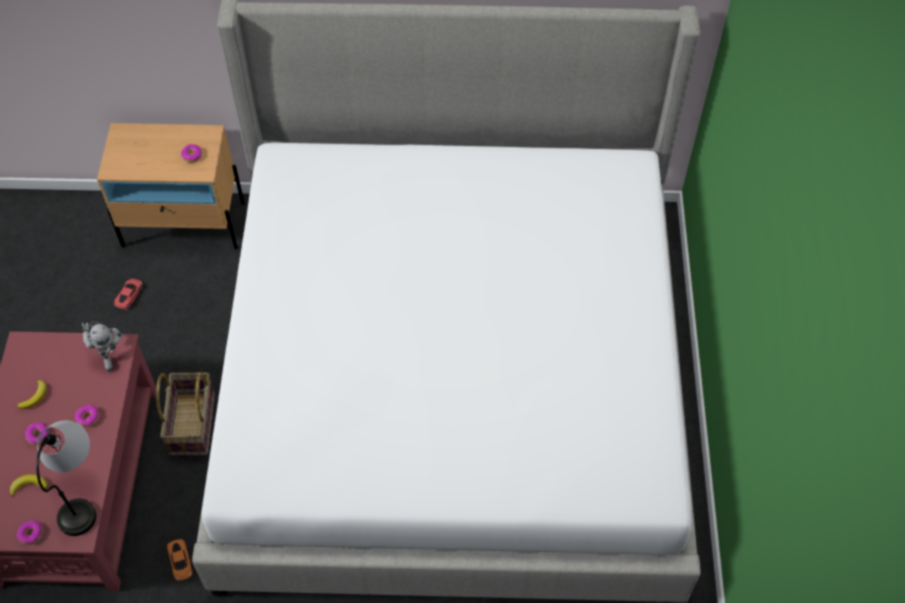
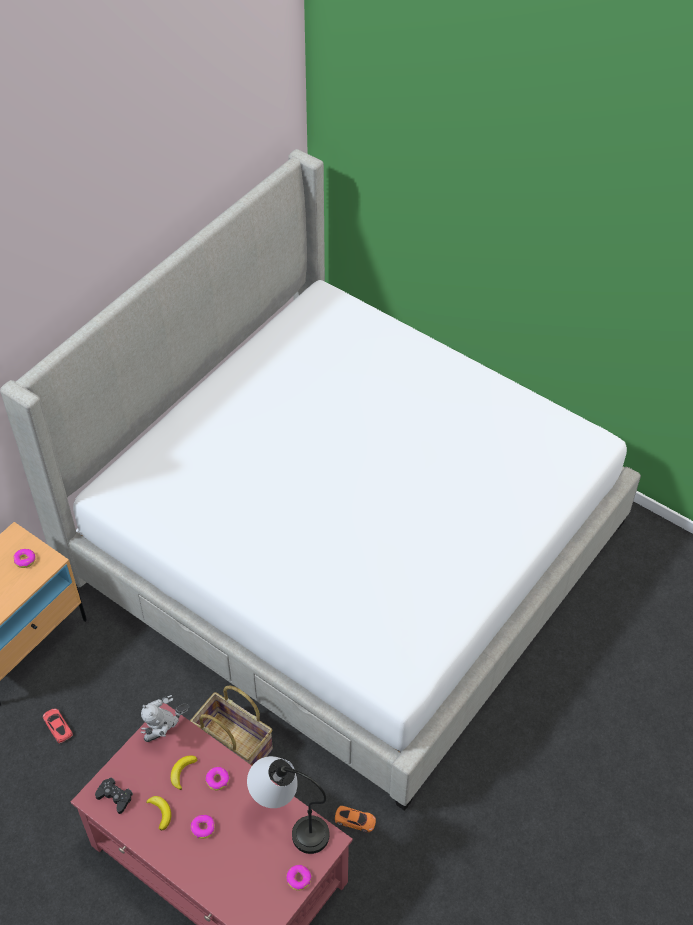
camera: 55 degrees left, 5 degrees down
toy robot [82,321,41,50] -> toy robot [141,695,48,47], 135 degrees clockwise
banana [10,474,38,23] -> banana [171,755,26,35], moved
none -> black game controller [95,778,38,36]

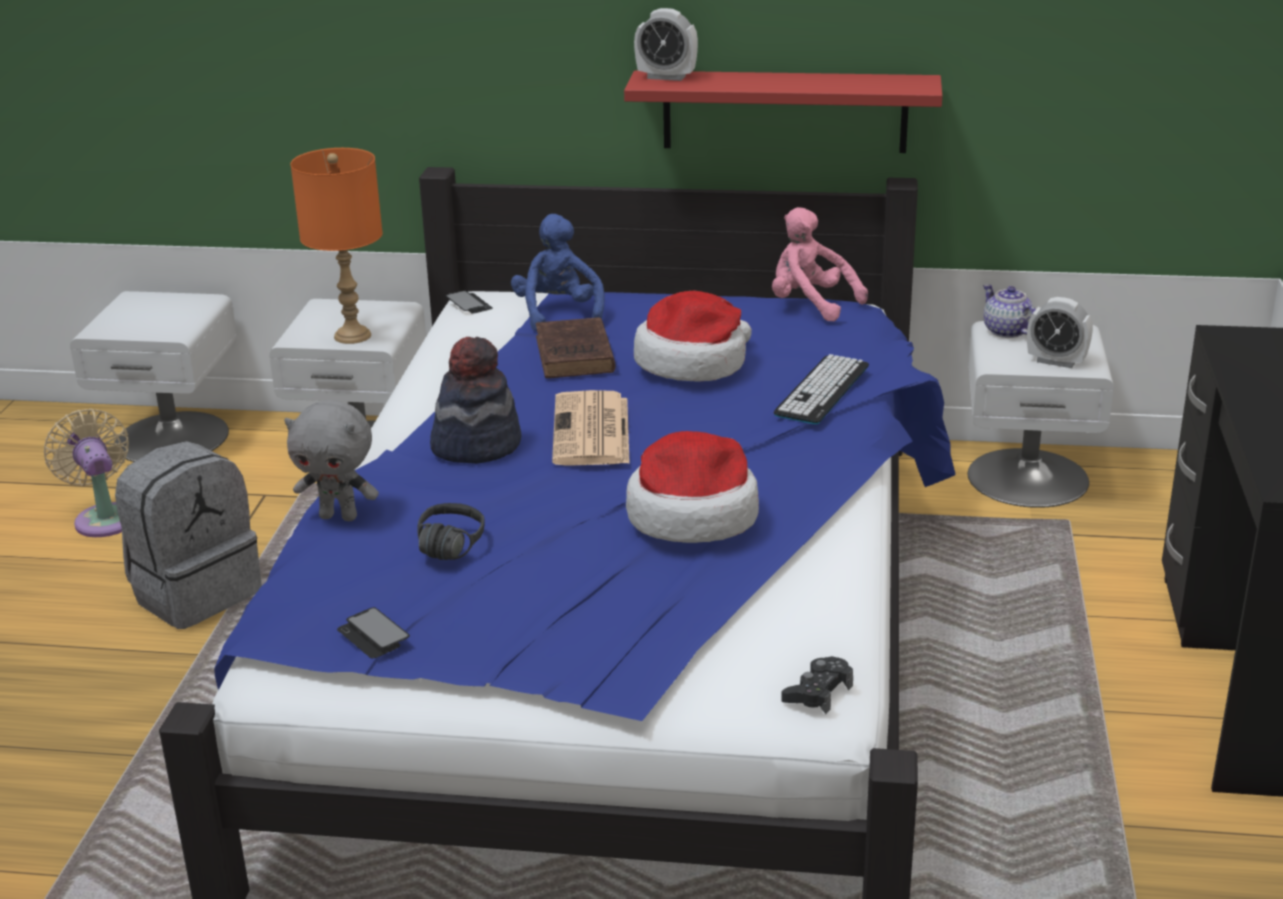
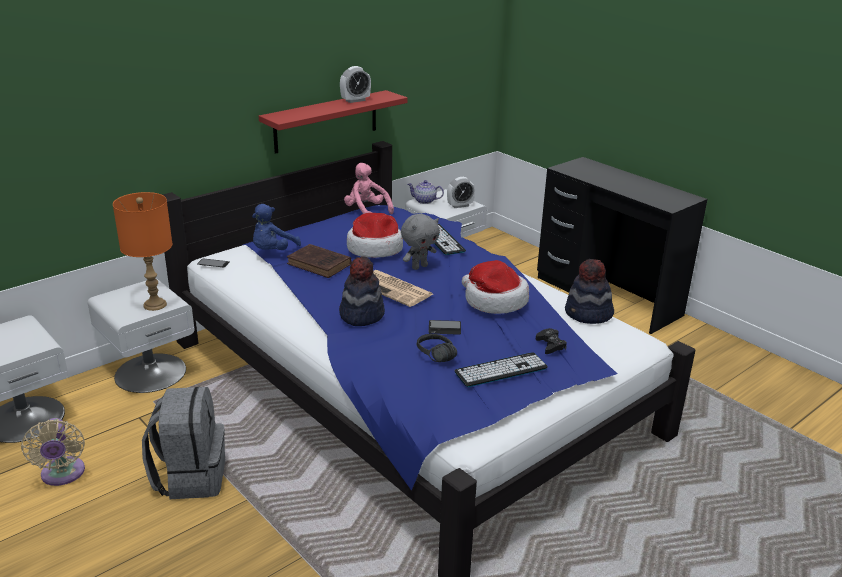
camera: 50 degrees left, 0 degrees up
alarm clock [634,8,64,73] -> alarm clock [340,66,31,37], moved
pink plush toy [772,207,96,115] -> pink plush toy [344,163,50,51], 60 degrees clockwise
blue plush toy [511,214,94,117] -> blue plush toy [252,204,49,46], 90 degrees counterclockwise
grey plush toy [284,400,95,121] -> grey plush toy [401,214,39,56], moved
beige fan [44,409,85,128] -> beige fan [21,418,64,68], 120 degrees counterclockwise
phone [337,607,73,51] -> phone [429,320,32,15], moved
black game controller [781,656,72,58] -> black game controller [536,328,31,26], moved
none -> hat [565,259,49,65]
none -> keyboard [454,352,94,35]

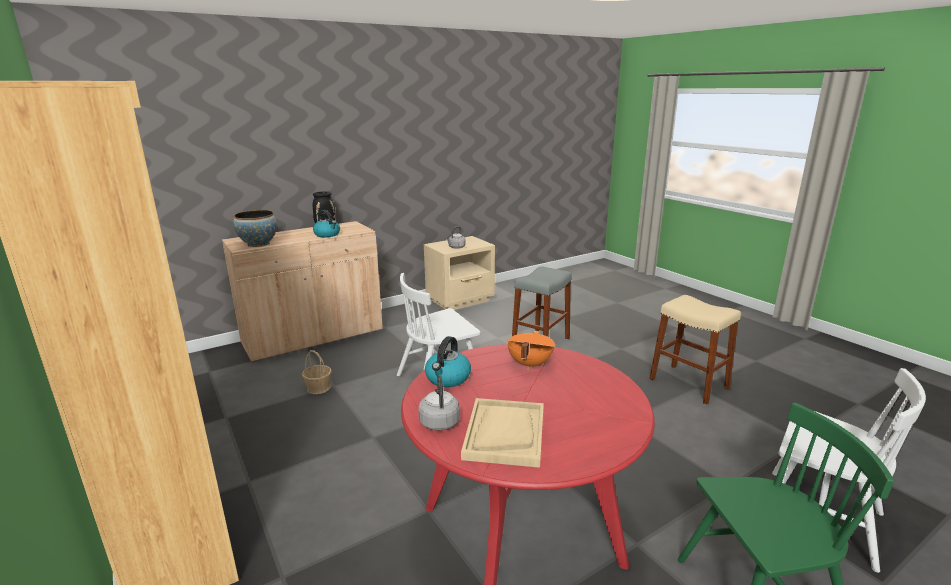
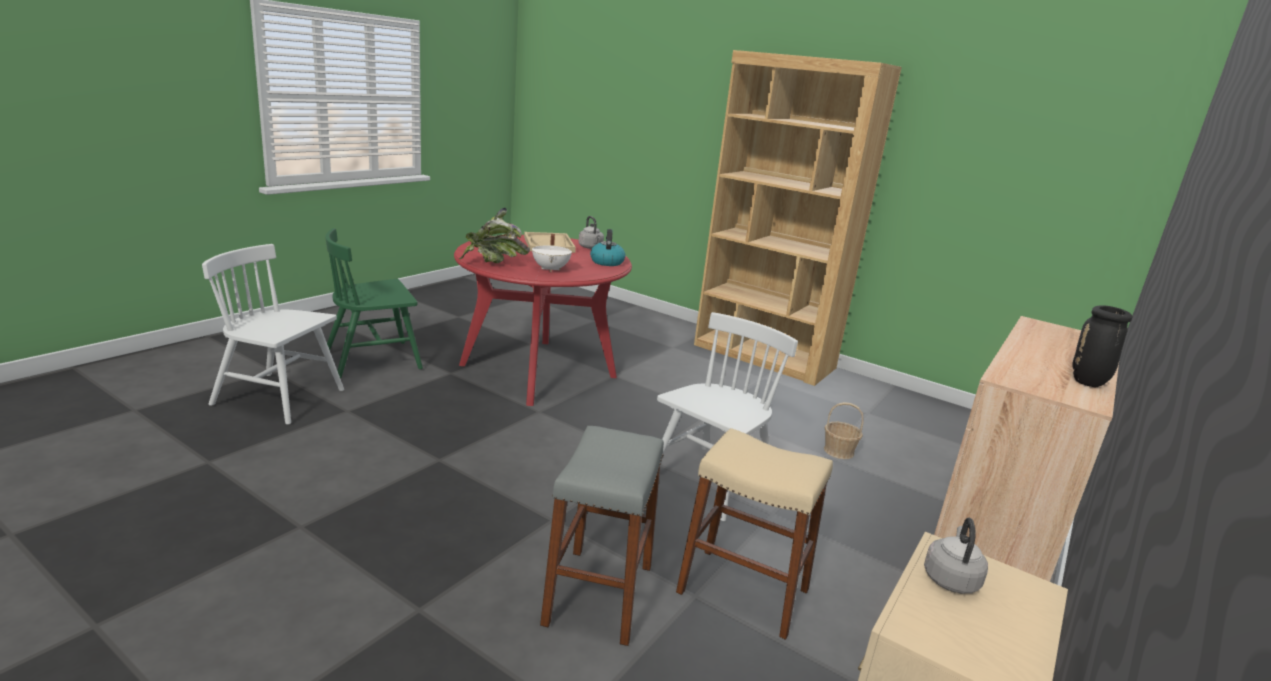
camera: 155 degrees right, 0 degrees up
bowl [234,210,43,37] -> none
kettle [313,210,27,27] -> none
beige stool [650,295,91,110] -> beige stool [676,428,157,212], moved
orange cooking pot [508,331,47,38] -> white cooking pot [532,234,40,38]
none -> potted plant [459,208,71,55]

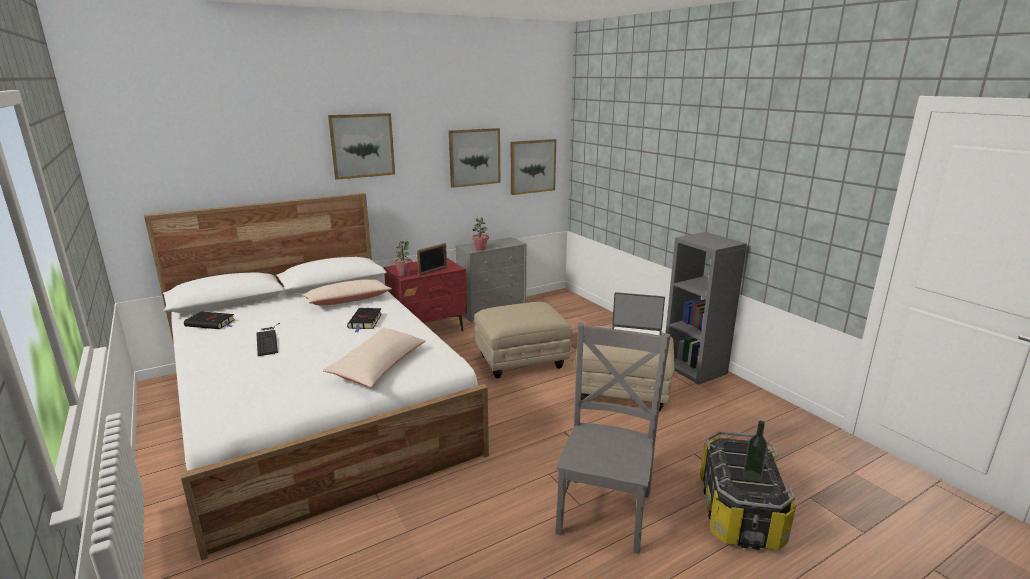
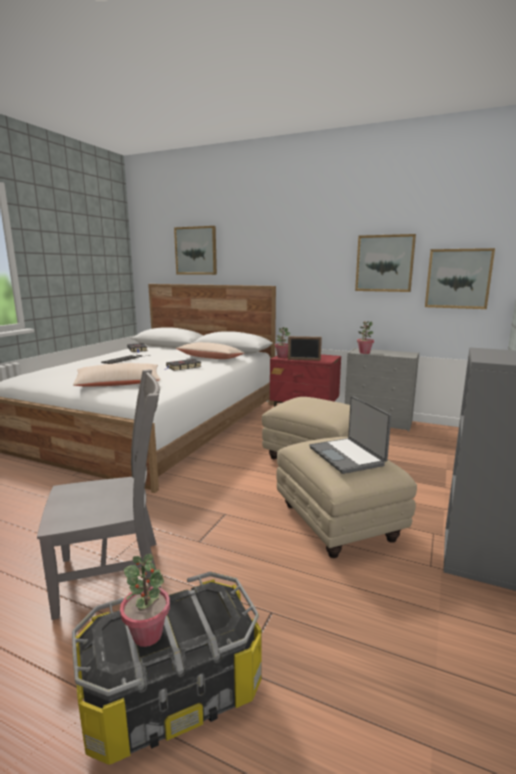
camera: 55 degrees right, 5 degrees down
picture [328,113,67,67] -> picture [174,226,43,49], moved
bottle [743,420,24,61] -> potted plant [120,553,50,94]

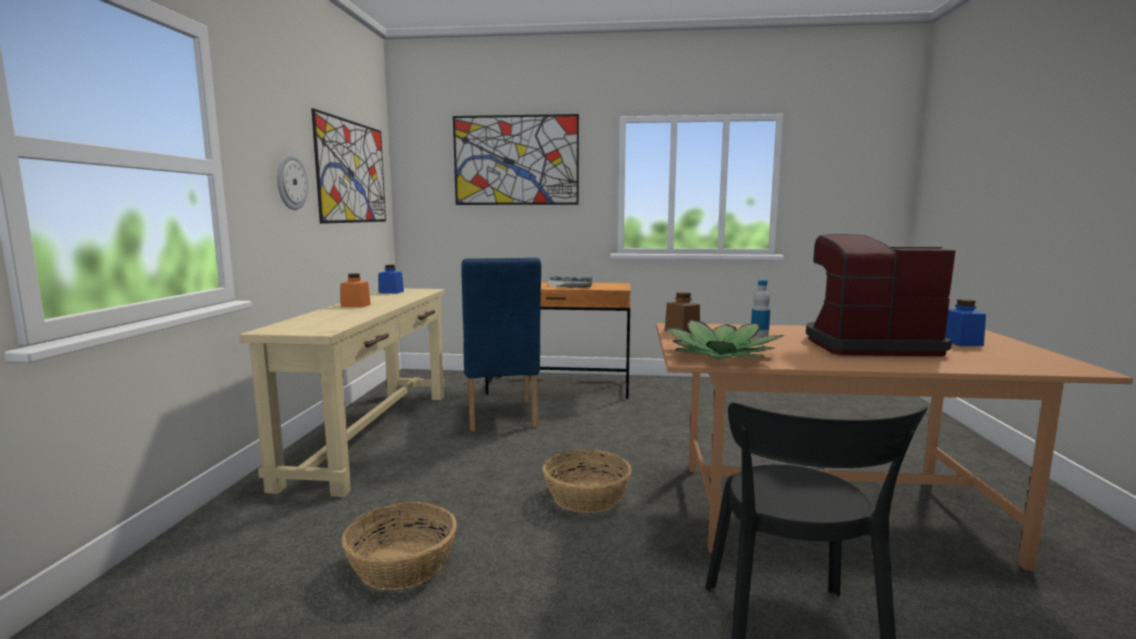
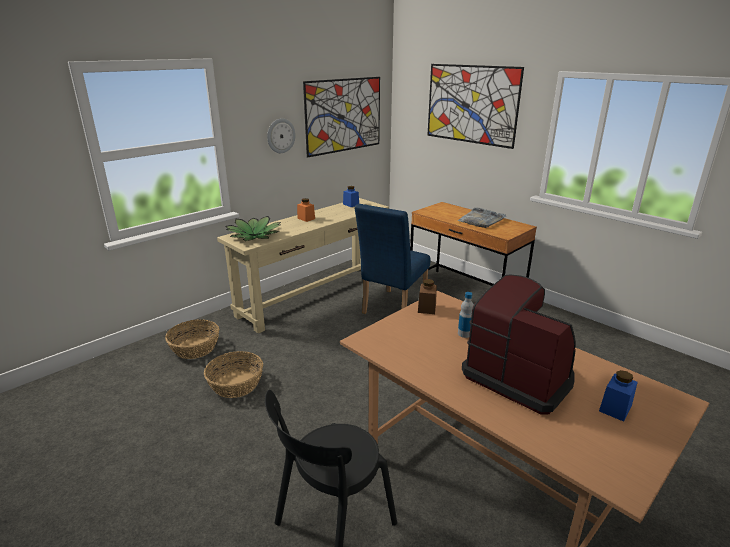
camera: 40 degrees right, 15 degrees up
potted plant [662,319,122,40] -> potted plant [226,216,55,25], moved
basket [542,450,90,63] -> basket [165,319,54,40], moved

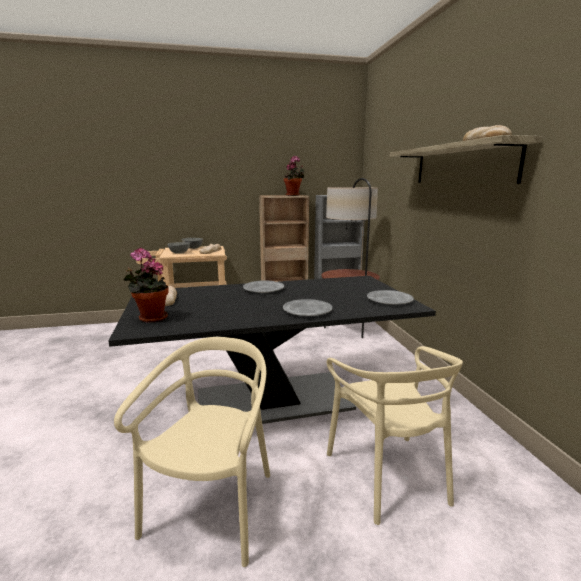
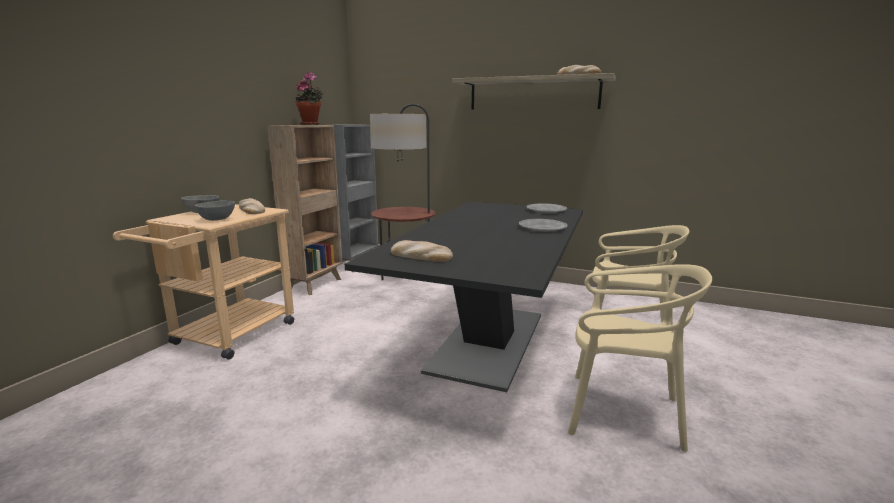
camera: 55 degrees left, 0 degrees up
potted plant [123,248,46,75] -> none
grey plate [243,281,41,12] -> none
beige chair [114,337,156,230] -> beige chair [568,264,144,188], 150 degrees clockwise

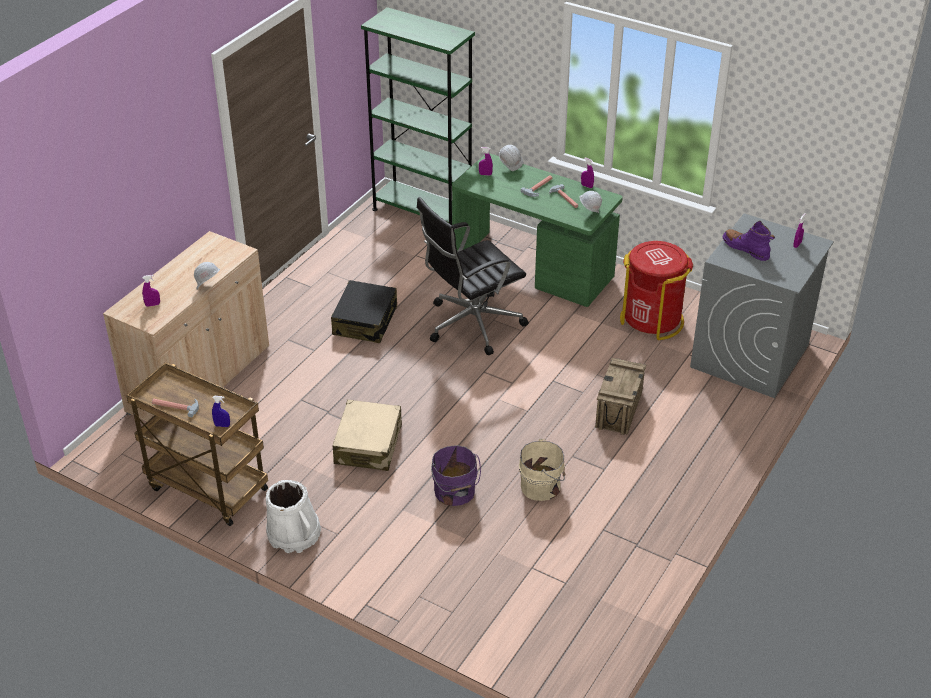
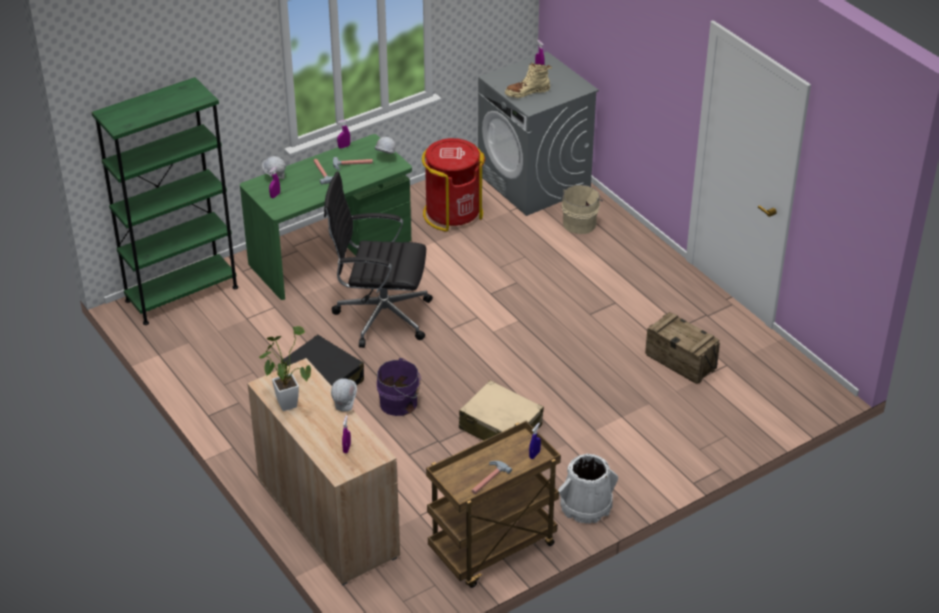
camera: 65 degrees left, 0 degrees up
black office chair [417,197,112,158] -> black office chair [324,171,109,177], 105 degrees clockwise
purple boot [722,221,53,40] -> beige boot [505,63,47,35]
crate [595,358,51,77] -> crate [645,312,75,72], moved
beige bucket [519,439,46,62] -> beige bucket [562,185,41,49], moved
purple bucket [431,445,50,61] -> purple bucket [377,358,44,58], moved
none -> potted plant [259,326,52,85]

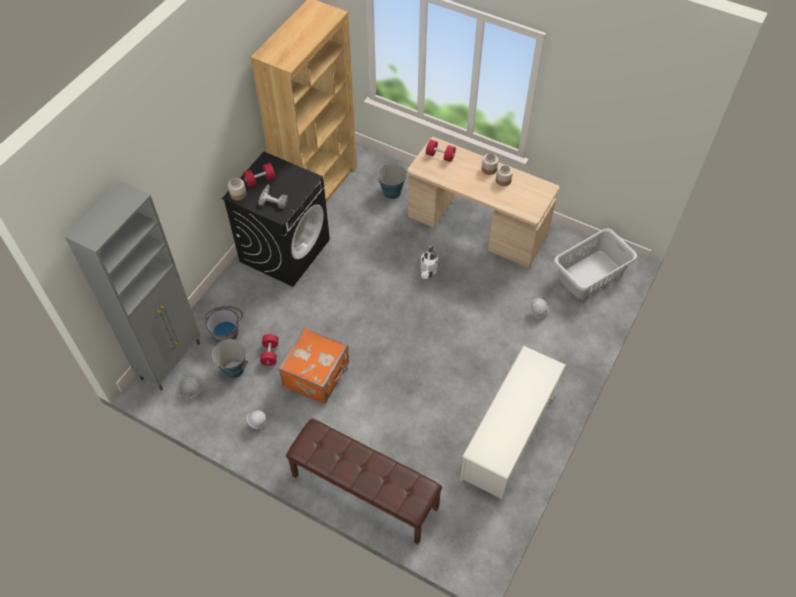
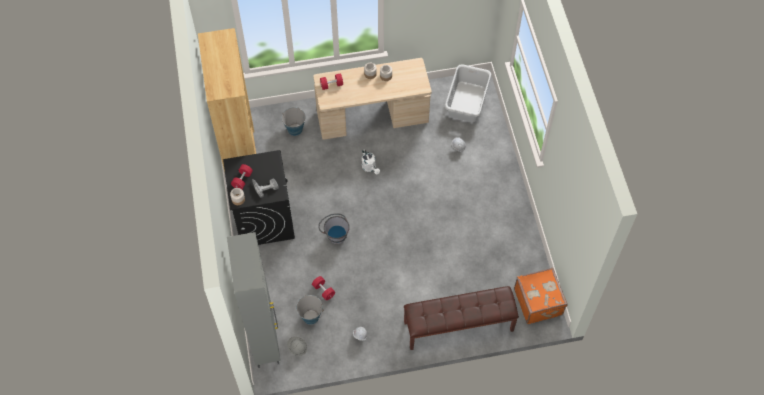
camera: 40 degrees left, 5 degrees up
grey bucket [205,306,38,37] -> grey bucket [318,213,32,31], moved
orange suitcase [279,328,70,76] -> orange suitcase [514,268,54,56], moved
white shoe rack [460,346,106,153] -> none

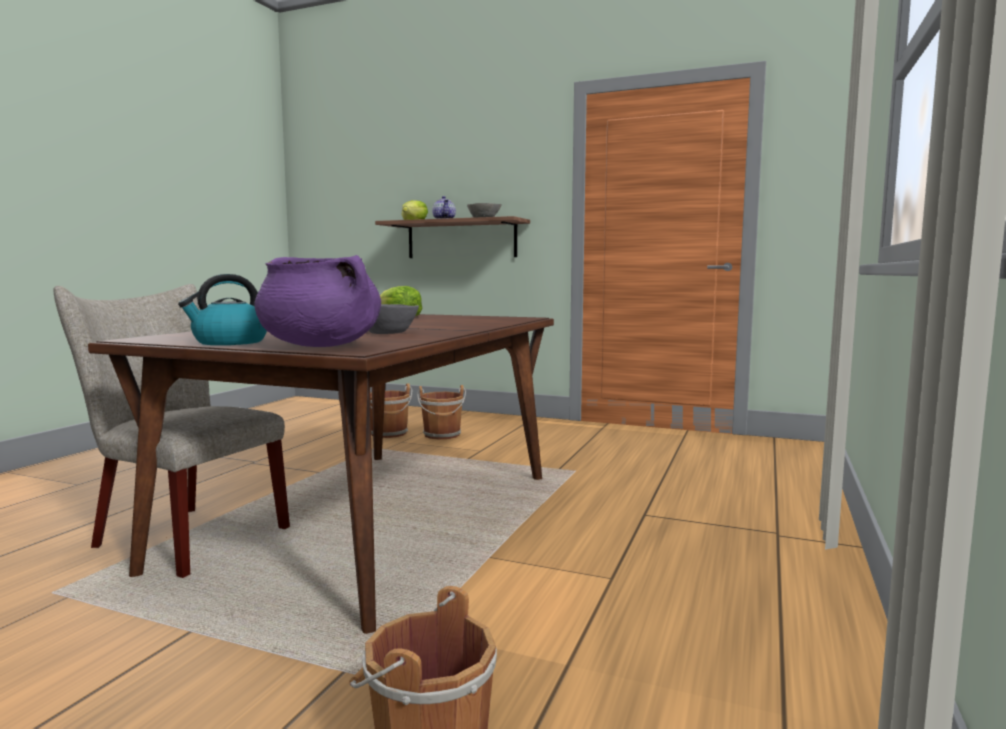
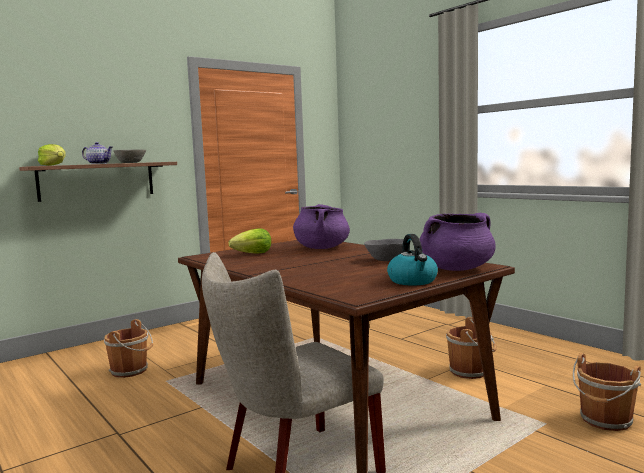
camera: 60 degrees left, 0 degrees up
brown bucket [417,385,49,54] -> brown bucket [446,317,51,62], moved
none -> purple cooking pot [293,204,57,45]

